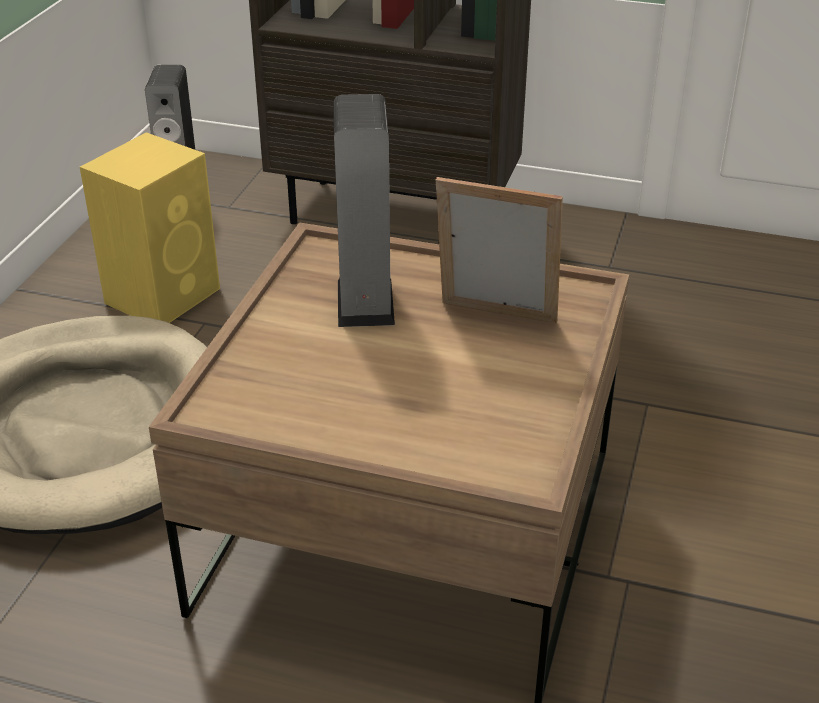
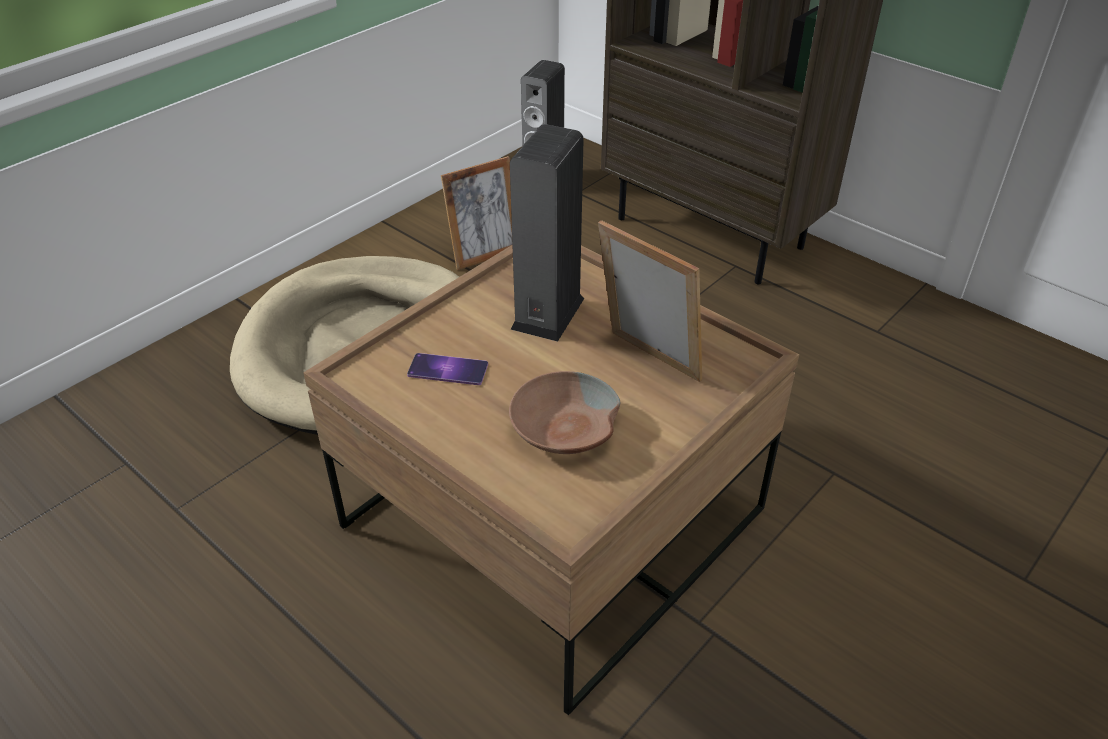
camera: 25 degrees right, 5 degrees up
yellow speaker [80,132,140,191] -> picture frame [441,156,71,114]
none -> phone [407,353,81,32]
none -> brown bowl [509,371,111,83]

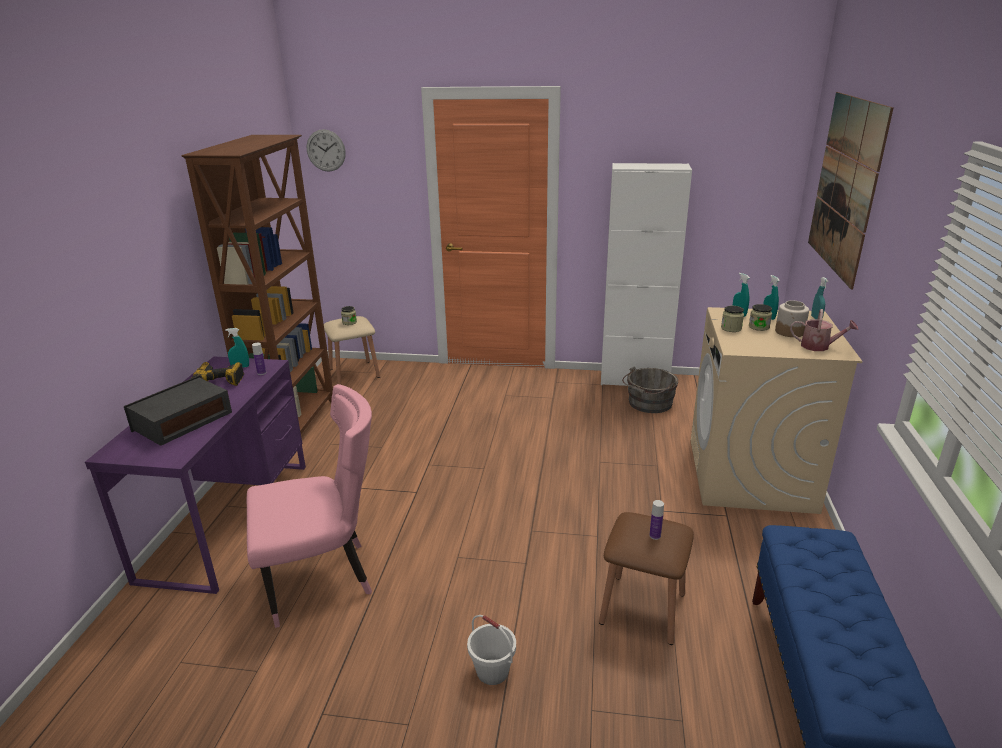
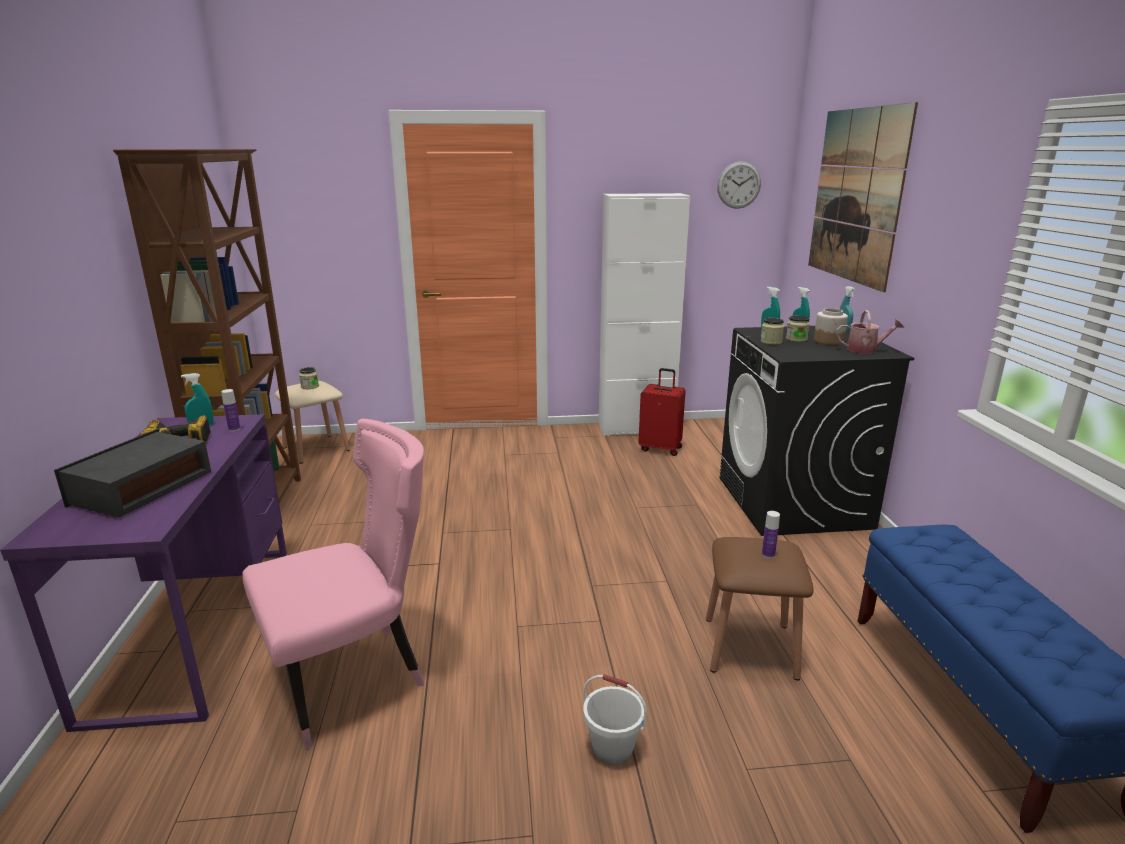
camera: 15 degrees left, 5 degrees down
wall clock [307,129,39,43] -> wall clock [717,161,44,48], moved
beige washing machine [690,307,172,207] -> black washing machine [720,326,194,210]
grey bucket [622,366,56,47] -> red suitcase [638,368,48,88]

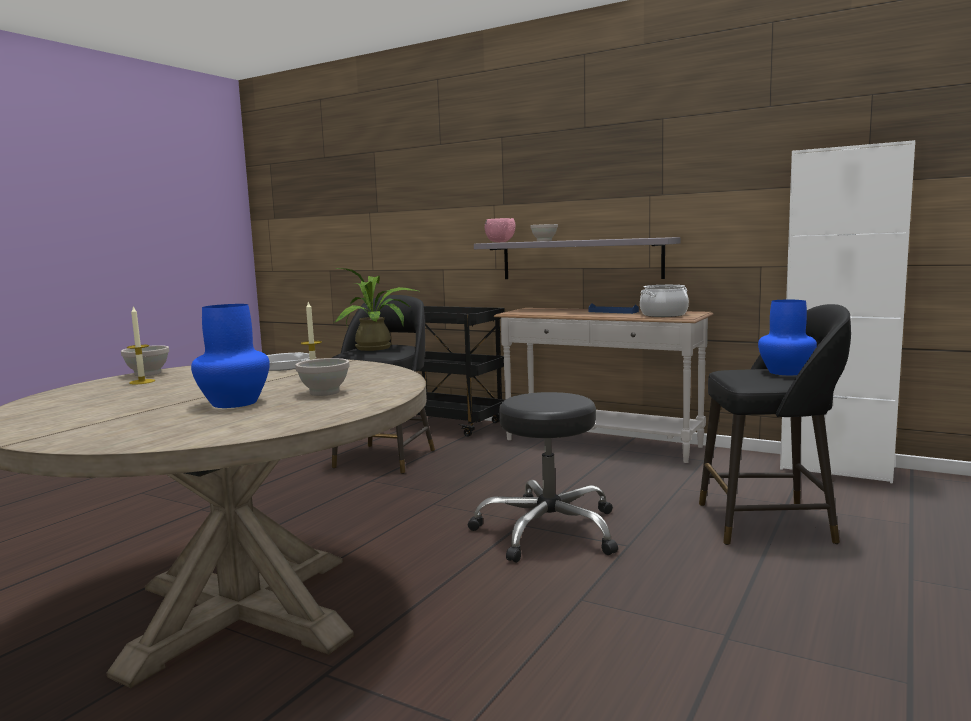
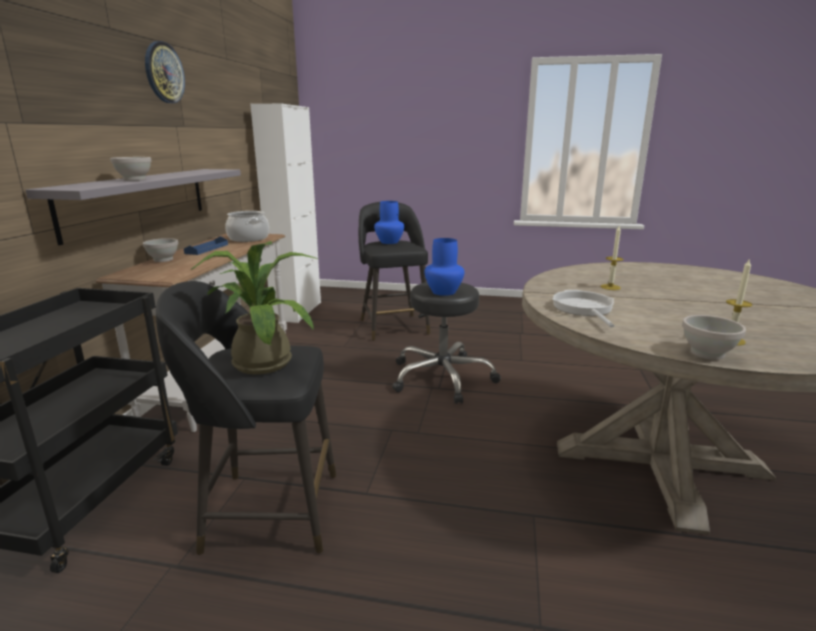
camera: 110 degrees left, 10 degrees up
pink bowl [485,218,31,24] -> none
blue vase [191,304,79,104] -> blue vase [424,238,40,58], moved
white bowl [296,358,54,38] -> white bowl [143,238,35,24], moved
none -> wall clock [145,41,40,62]

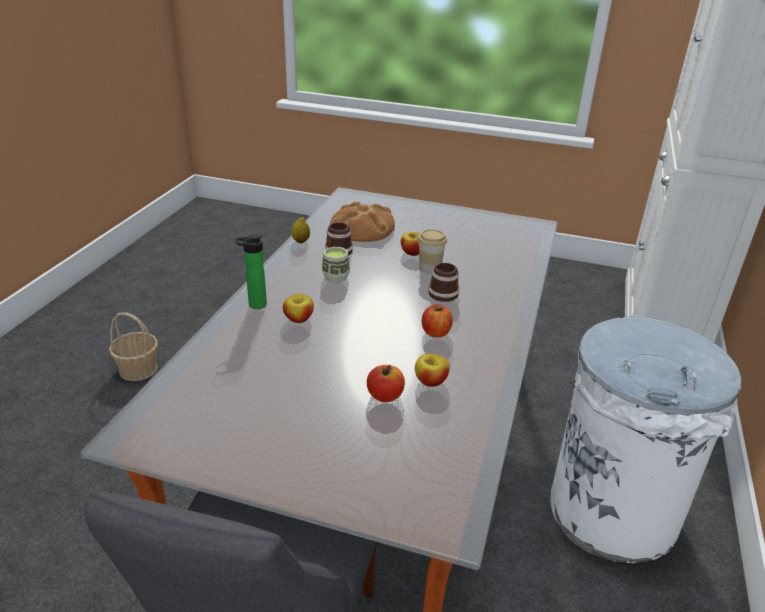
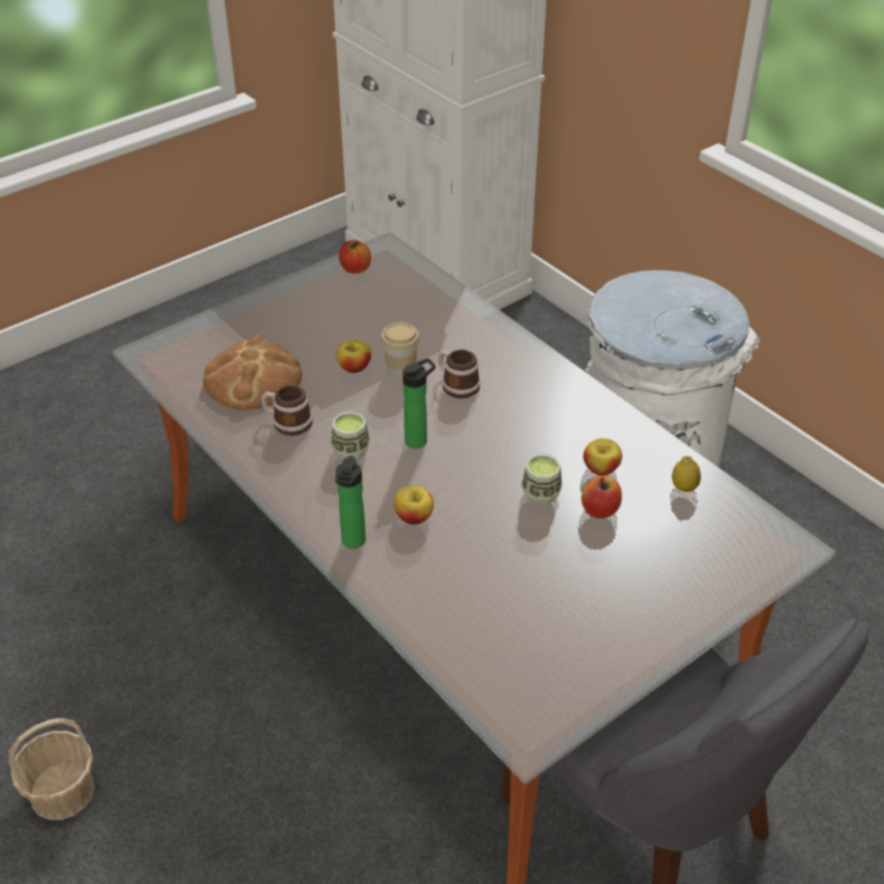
camera: 55 degrees left, 10 degrees up
lemon [292,217,18,26] -> lemon [672,456,29,36], moved
apple [422,304,31,34] -> apple [339,240,32,34], moved
none -> bottle [403,358,33,91]
none -> cup [521,454,41,51]

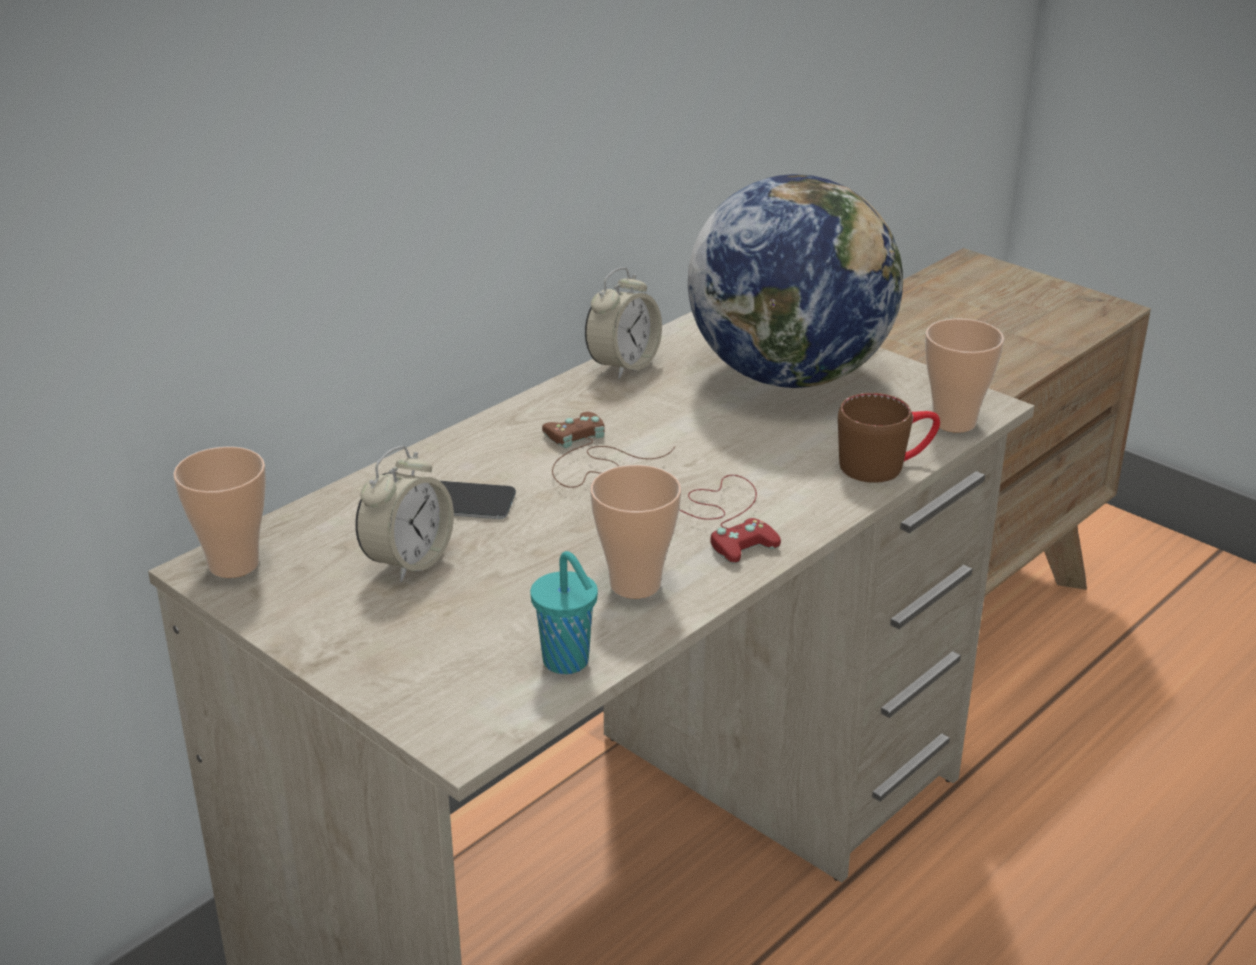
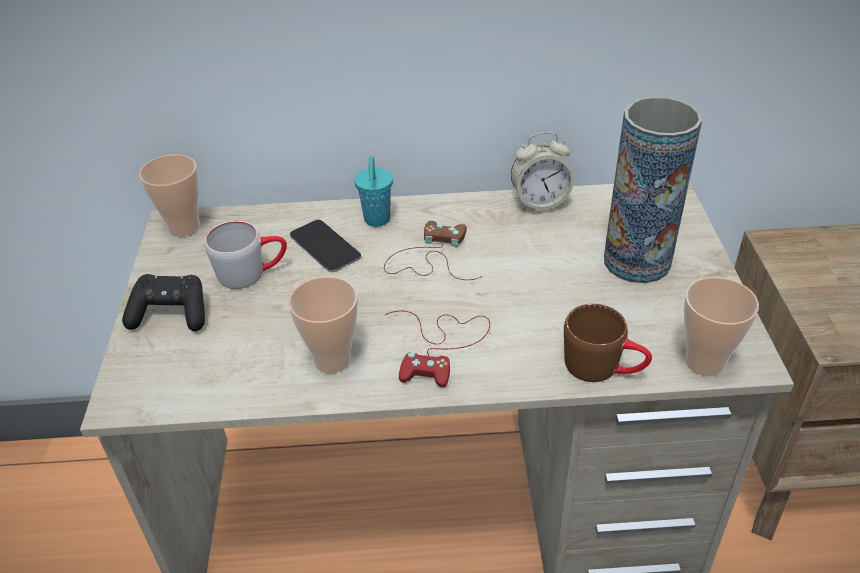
camera: 45 degrees right, 10 degrees up
globe [688,174,215,214] -> vase [604,97,98,186]
alarm clock [355,446,99,136] -> grey mug [205,221,82,68]
turquoise cup [530,551,68,123] -> turquoise cup [354,156,39,71], moved
none -> black game controller [122,274,83,57]

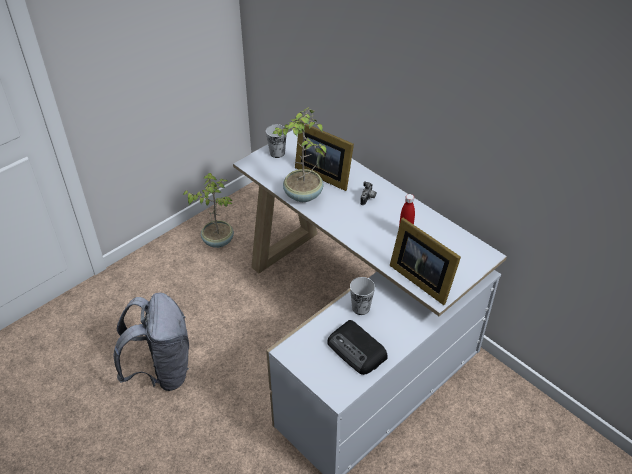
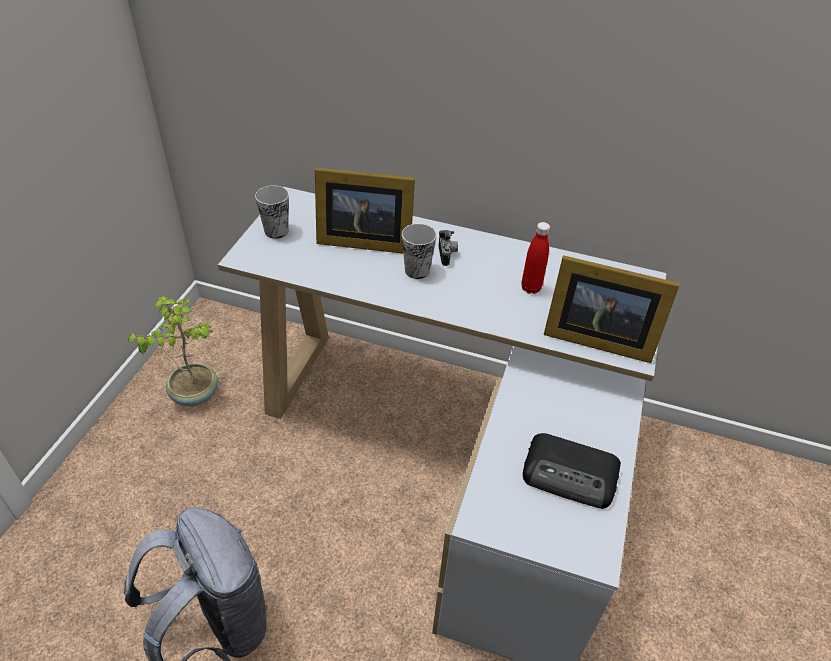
camera: 30 degrees left, 0 degrees up
potted plant [272,107,54,95] -> none
cup [350,277,25,38] -> cup [402,224,35,55], moved

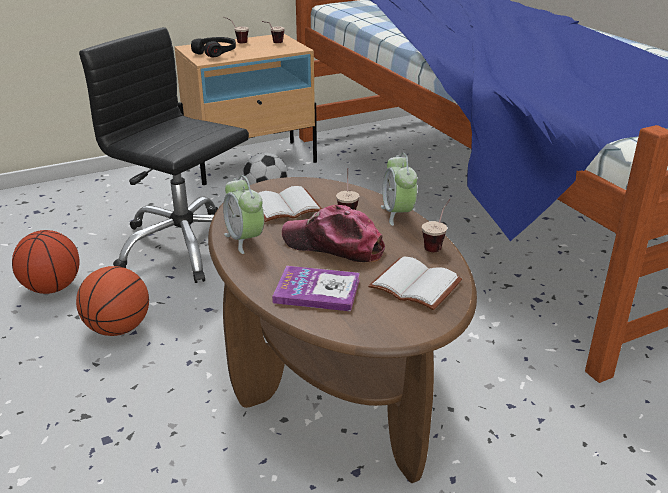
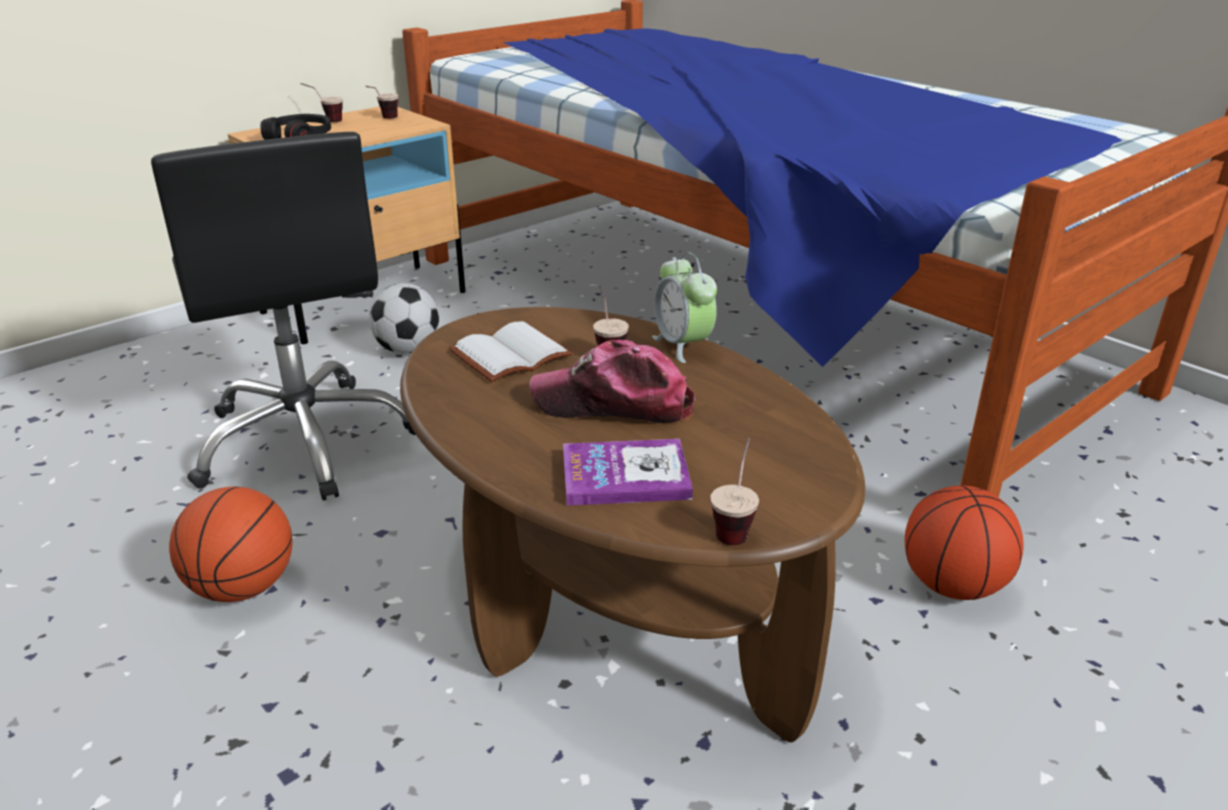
camera: 15 degrees left, 0 degrees up
black office chair [79,27,170,256] -> black office chair [151,132,265,369], 135 degrees counterclockwise
alarm clock [223,175,41,79] -> none
cup [422,199,28,53] -> cup [711,438,48,107], moved
basketball [12,230,67,64] -> basketball [905,485,118,115], moved
white book [368,256,94,54] -> none

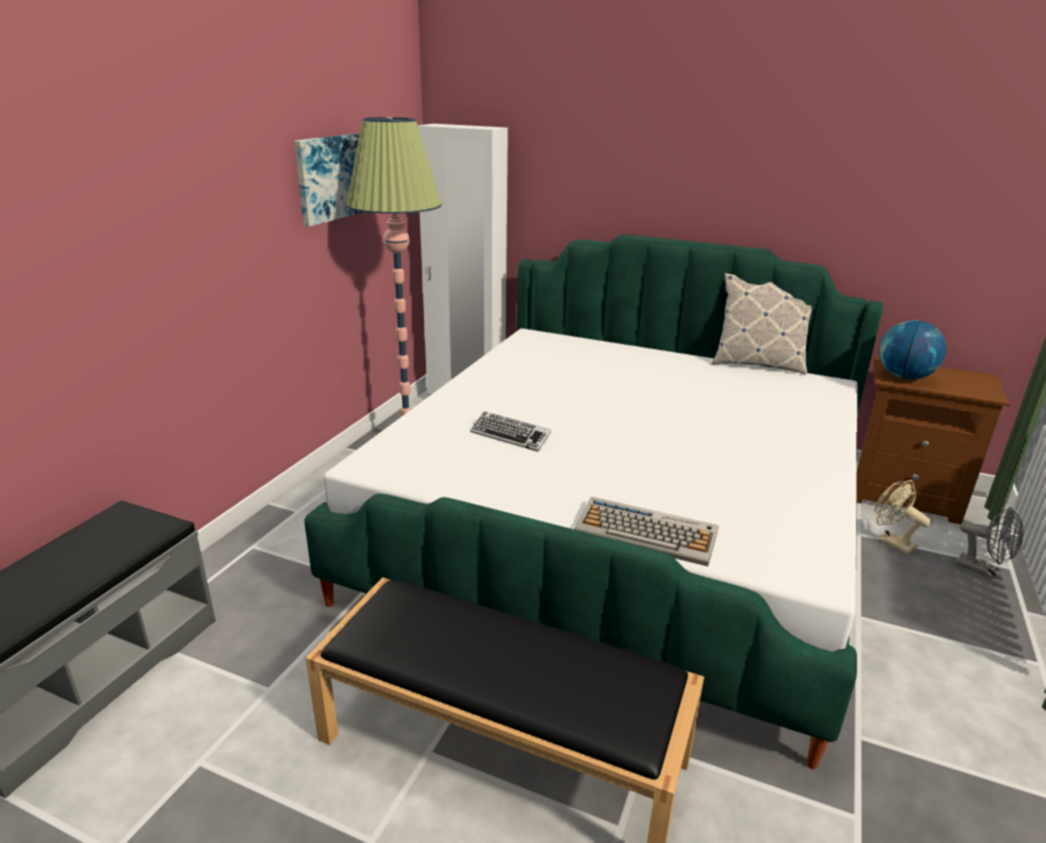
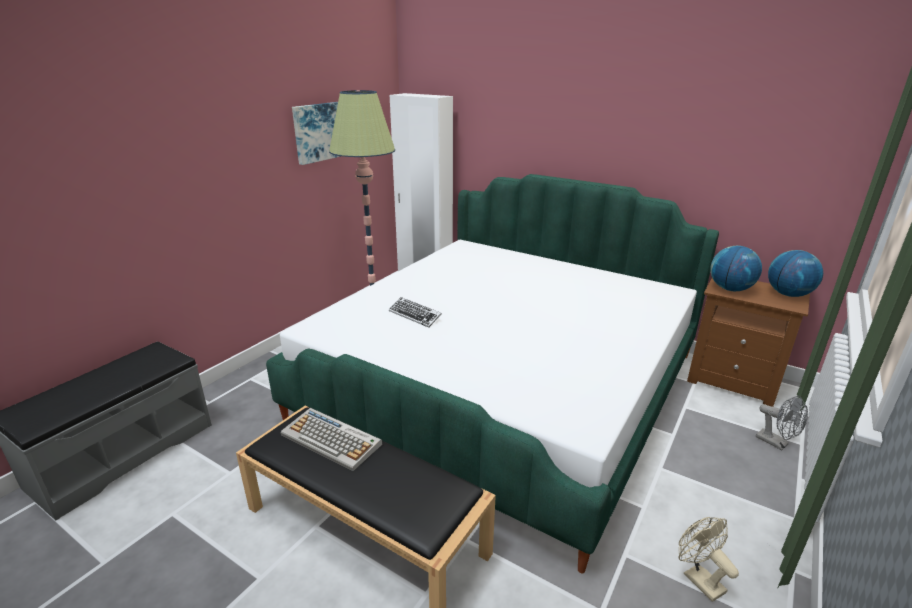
camera: 10 degrees right, 0 degrees up
pillow [711,273,101,101] -> none
beige fan [874,480,57,75] -> beige fan [679,517,60,85], moved
keyboard [574,497,145,69] -> keyboard [281,408,101,63], moved
none -> globe [768,250,55,47]

